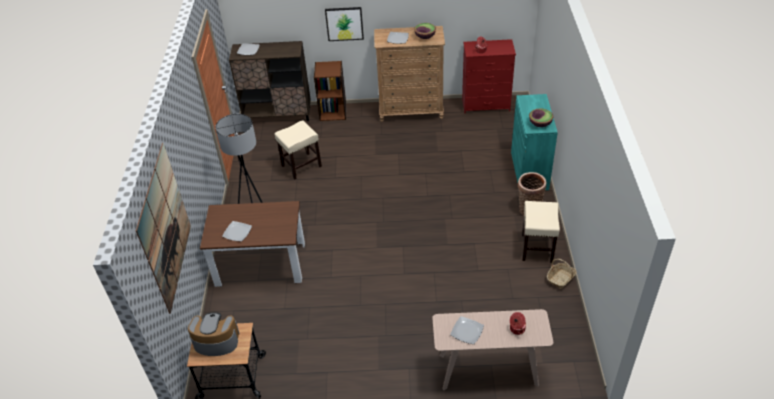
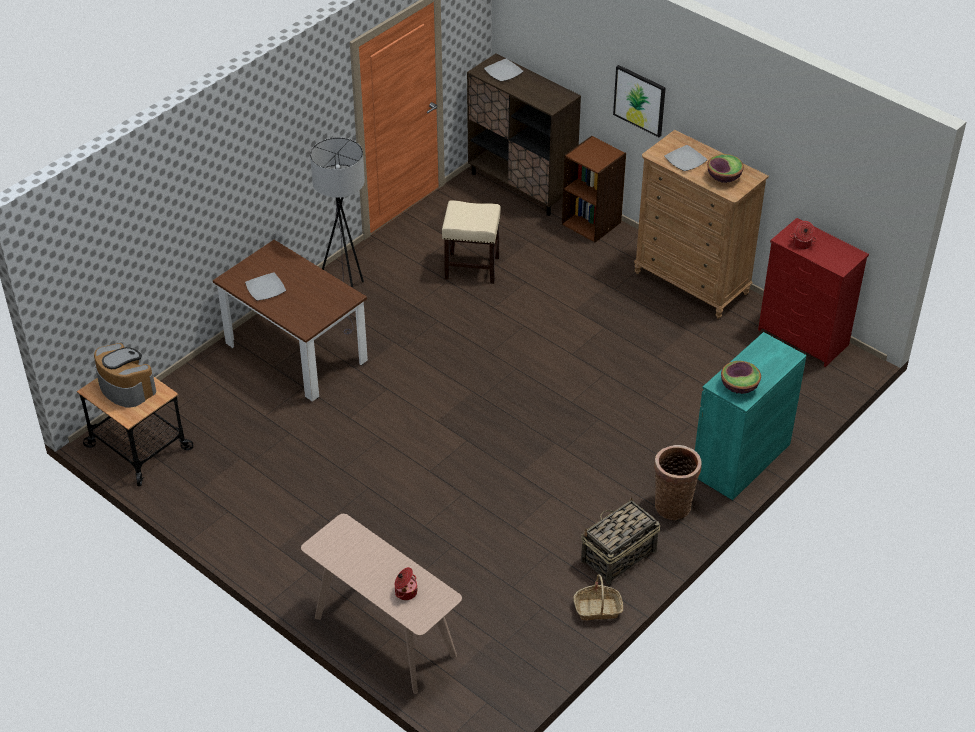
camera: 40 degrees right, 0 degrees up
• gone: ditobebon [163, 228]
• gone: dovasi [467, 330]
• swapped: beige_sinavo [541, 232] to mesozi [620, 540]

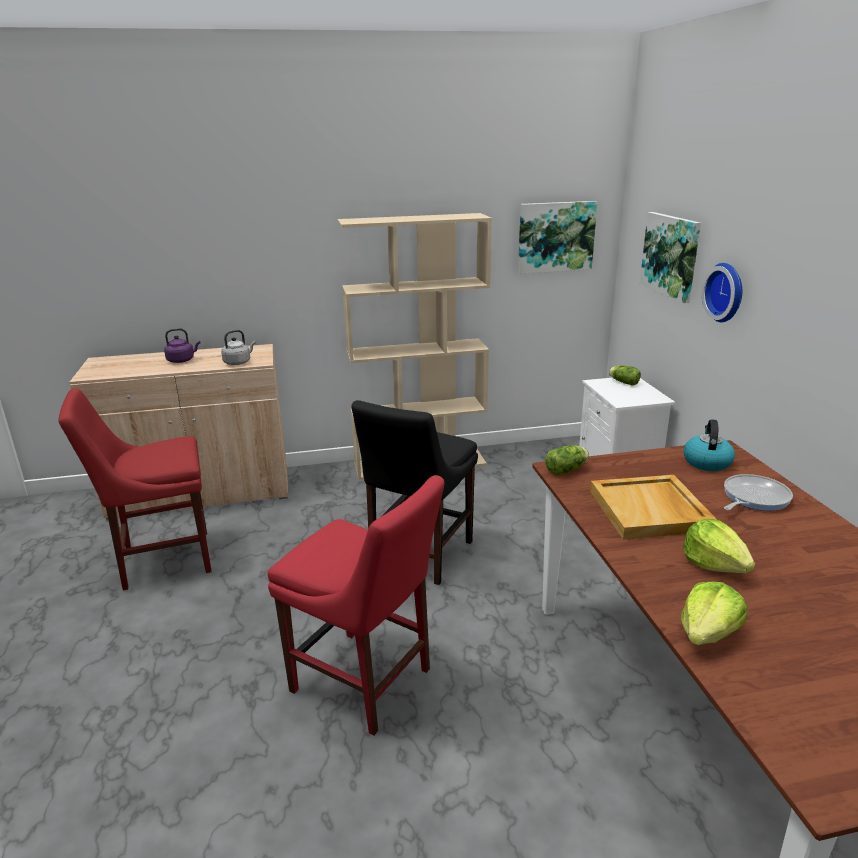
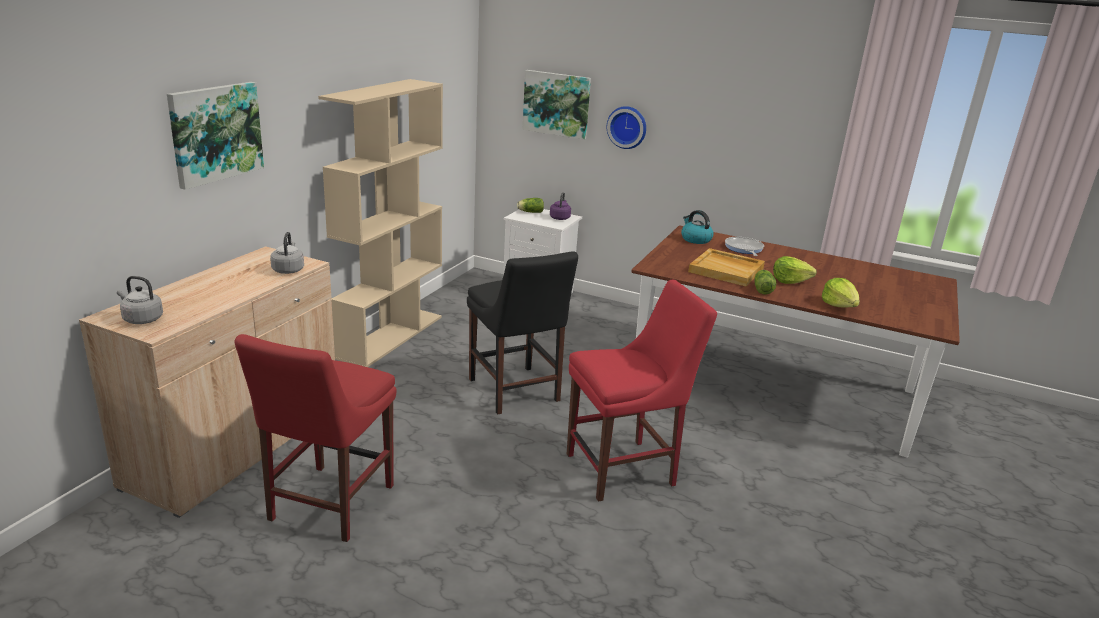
camera: 55 degrees left, 0 degrees up
• new: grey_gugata [140, 300]
• shifted: purple_gugata [182, 345] to [560, 206]
• shifted: ditobebon [557, 237] to [215, 136]
• shifted: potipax [567, 460] to [765, 282]

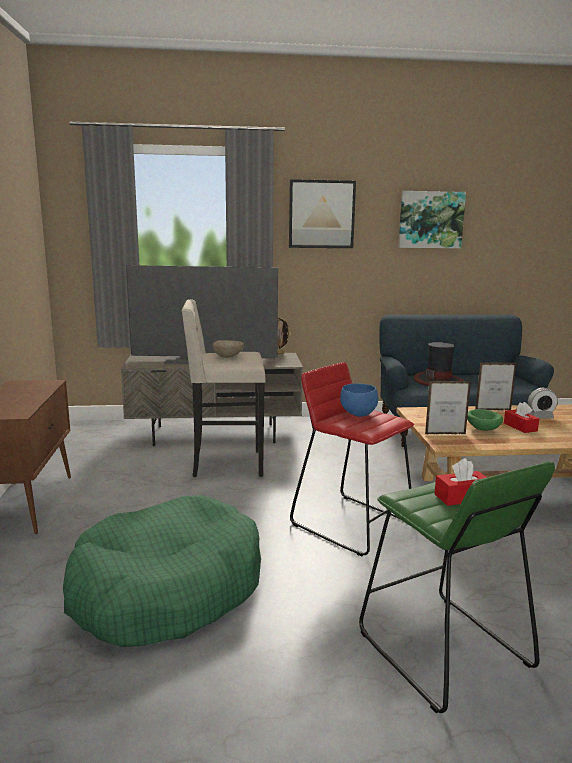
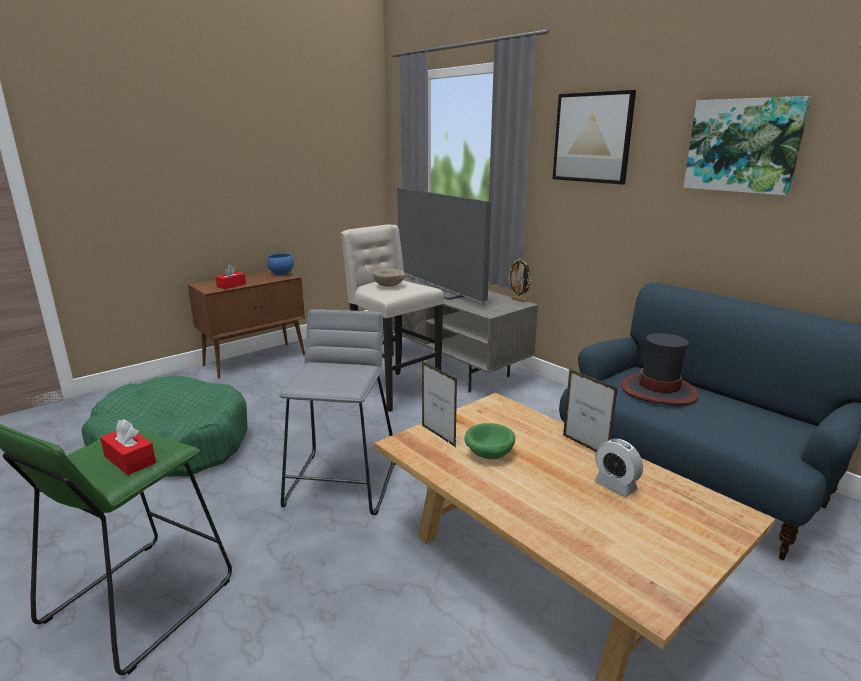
camera: 55 degrees right, 5 degrees up
• shifted: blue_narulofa [359, 400] to [280, 264]
• shifted: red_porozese [521, 417] to [231, 277]
• repainted: red_sinavo [352, 459] to grey_sinavo [337, 412]

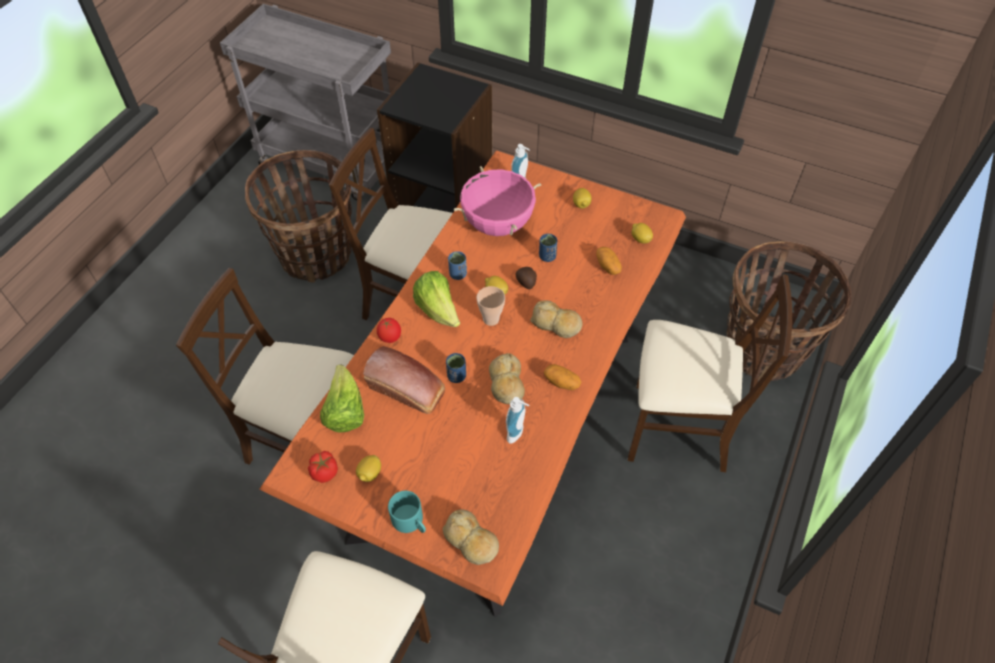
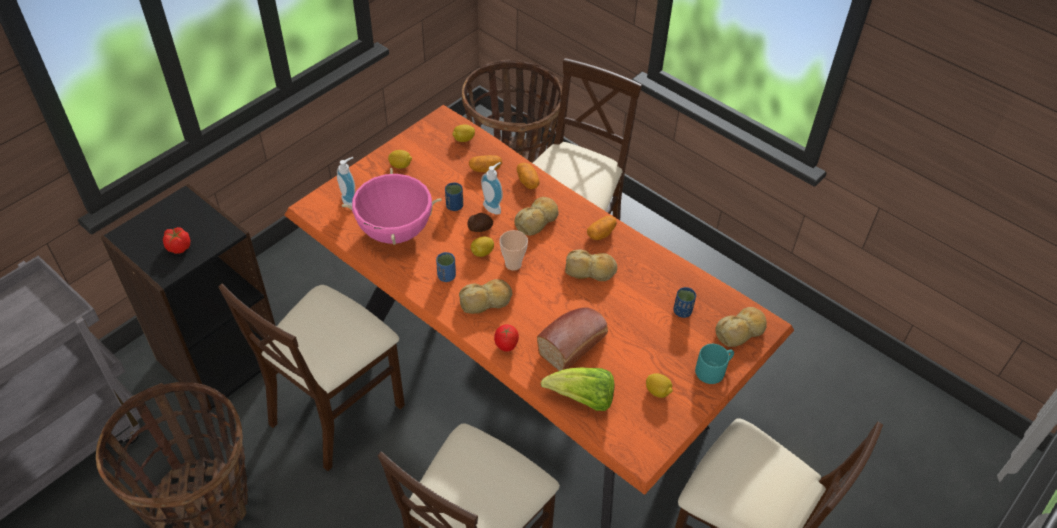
camera: 75 degrees left, 5 degrees down
• new: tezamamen [528, 176]
• shifted: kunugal [323, 467] to [176, 240]
• shifted: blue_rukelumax [456, 368] to [684, 302]
• shifted: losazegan [517, 420] to [492, 188]
• swapped: potipax [436, 299] to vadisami [485, 296]

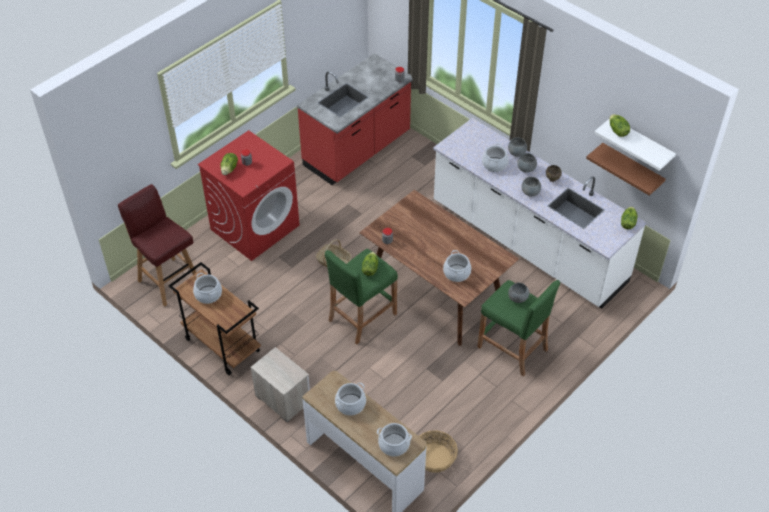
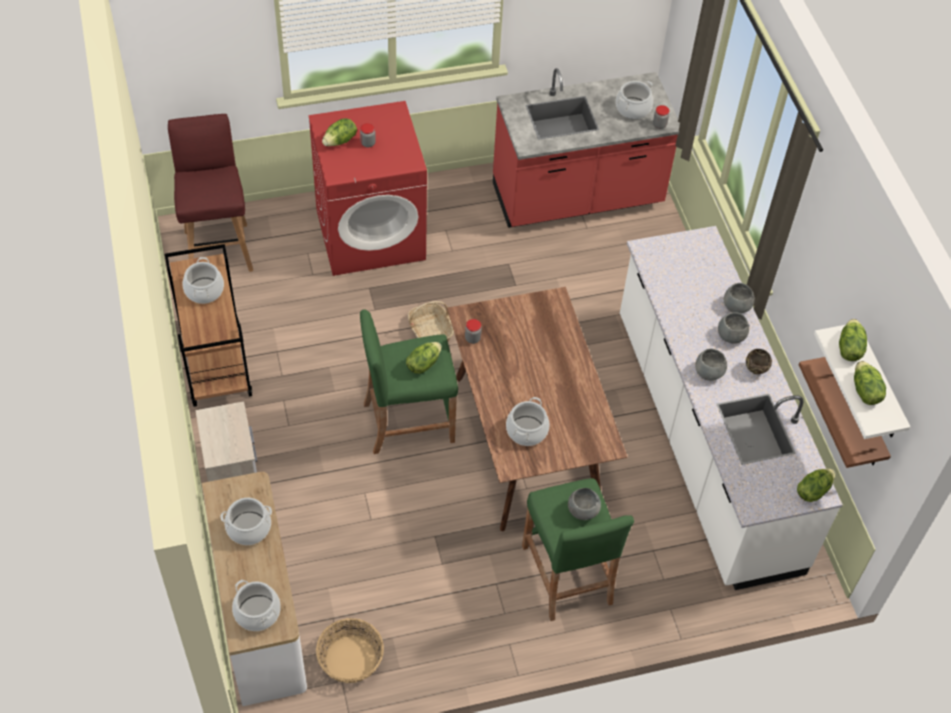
camera: 30 degrees right, 5 degrees up
• new: potipax [870, 383]
• shifted: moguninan [495, 157] to [634, 100]

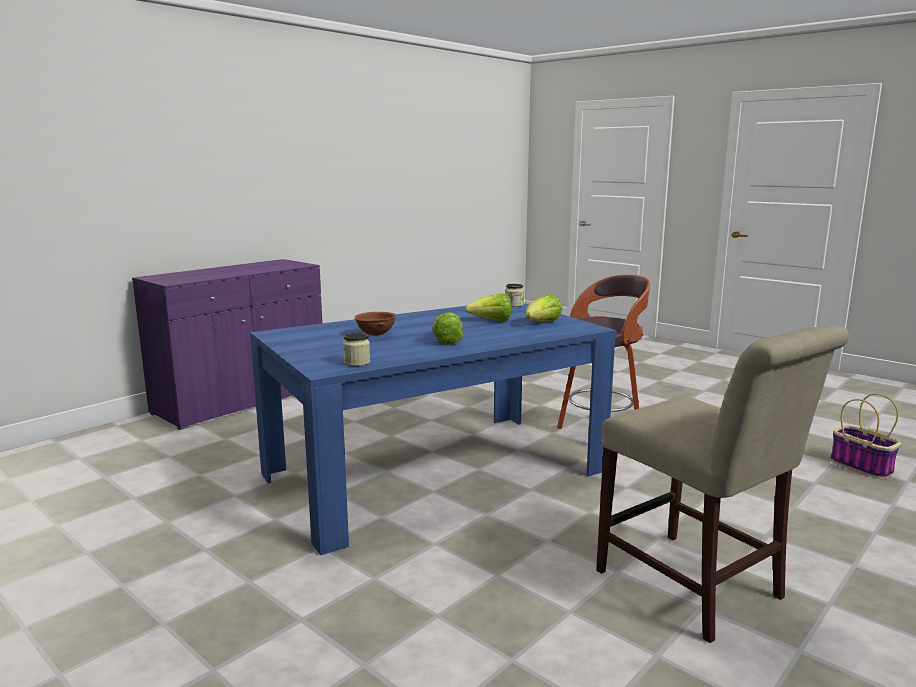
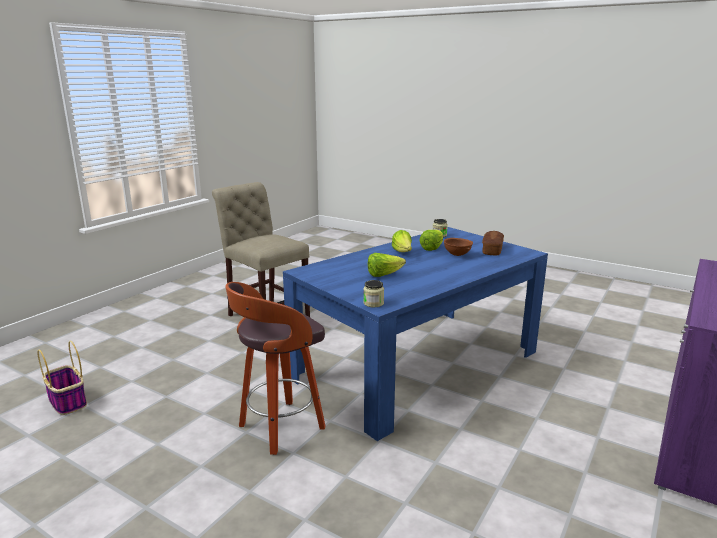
camera: 170 degrees right, 5 degrees up
• new: vadisami [493, 243]
• shifted: potipax [544, 308] to [431, 240]

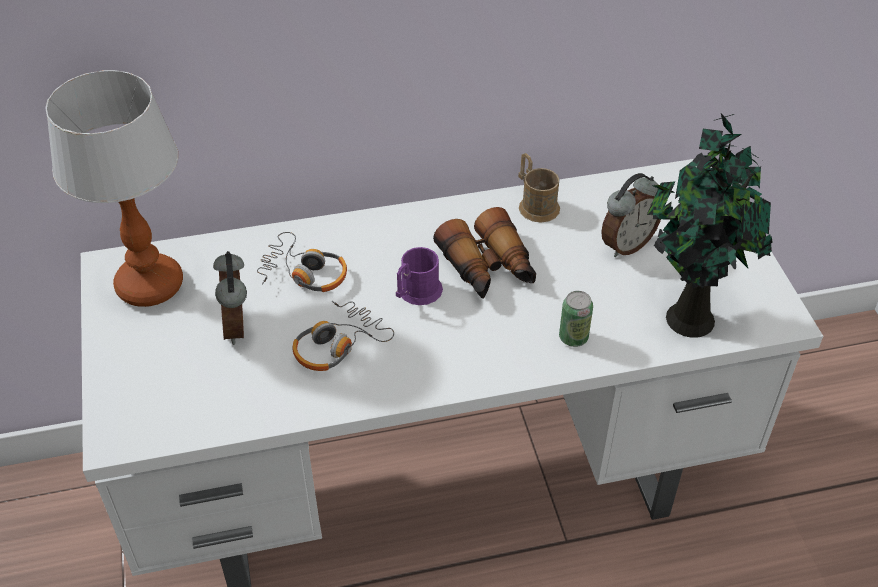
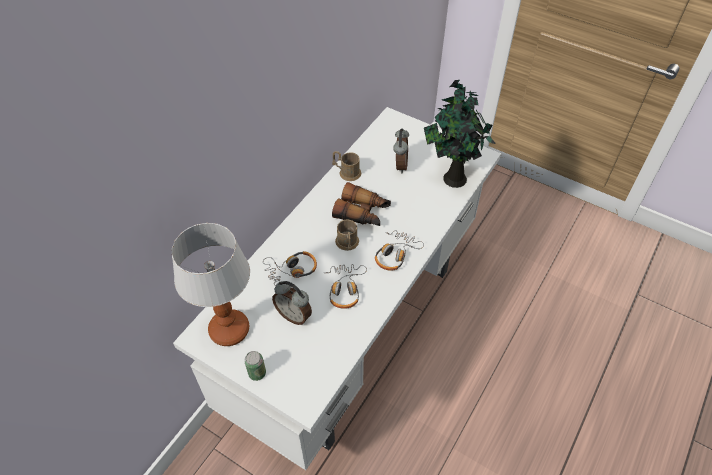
camera: 45 degrees left, 5 degrees up
• new: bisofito [399, 250]
• shifted: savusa [576, 319] to [255, 366]
• repainted: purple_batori [419, 276] to brown_batori [347, 235]

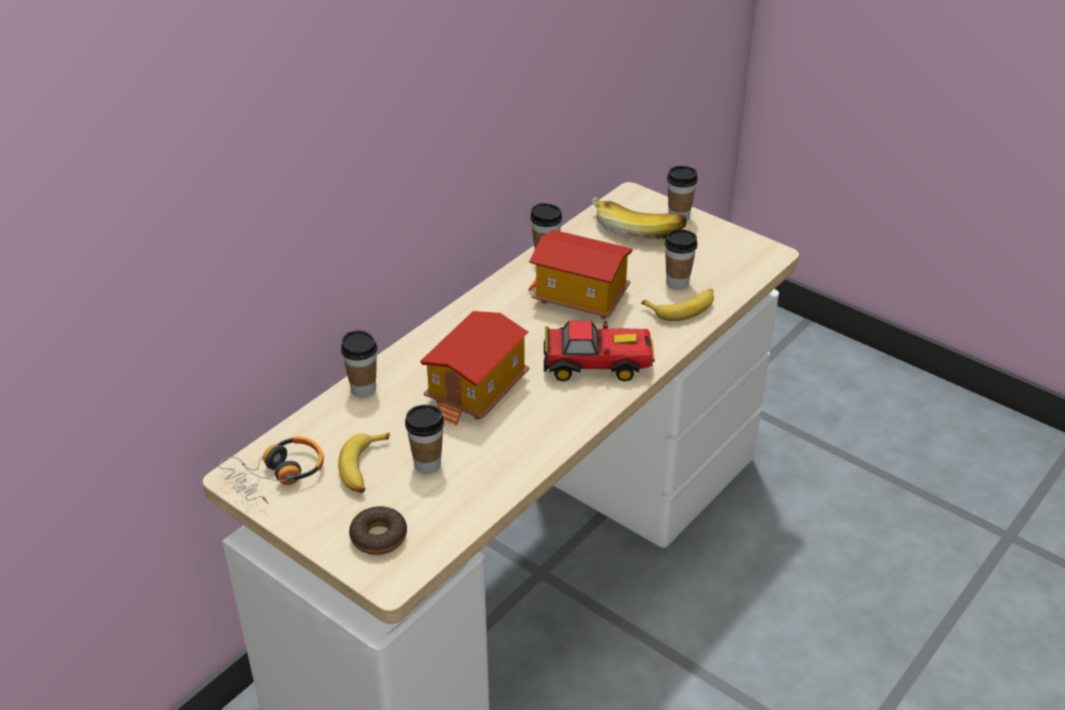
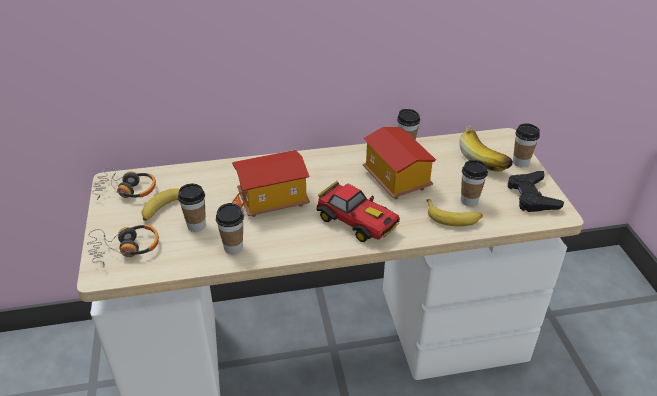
camera: 40 degrees right, 0 degrees up
• new: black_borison [536, 191]
• shifted: rukelumax [359, 363] to [230, 228]
• swapped: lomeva [378, 530] to bisofito [123, 245]

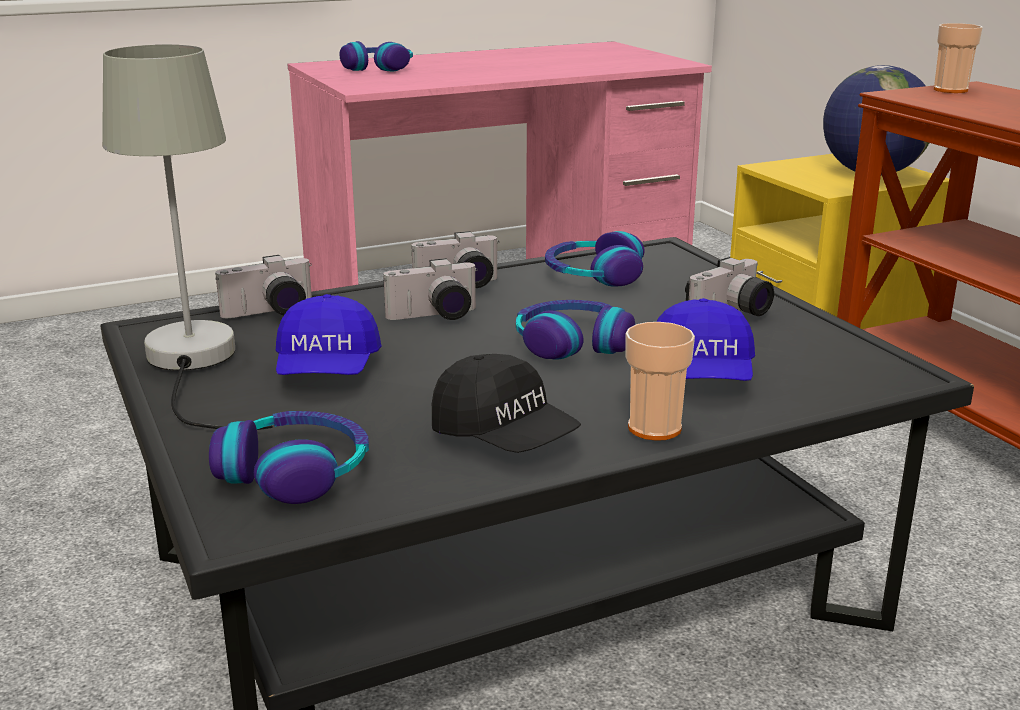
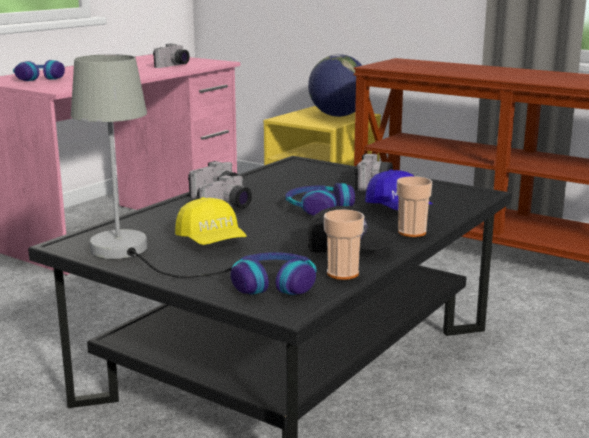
camera: 30 degrees left, 5 degrees down
• gone: bisofito [594, 259]
• shifted: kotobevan [263, 286] to [171, 56]
• shifted: rukelumax [958, 58] to [344, 244]
• repainted: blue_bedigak [328, 334] to yellow_bedigak [211, 221]

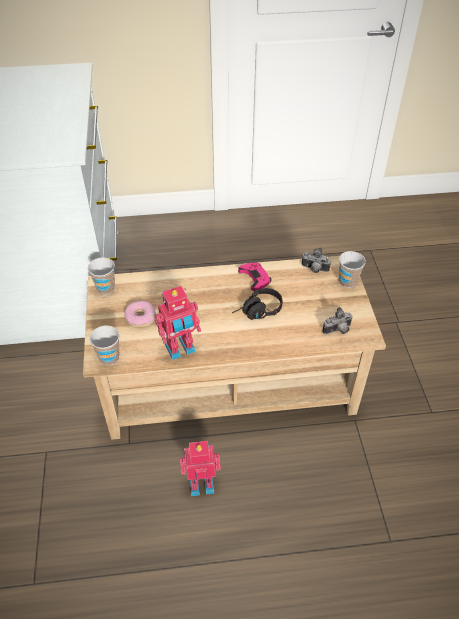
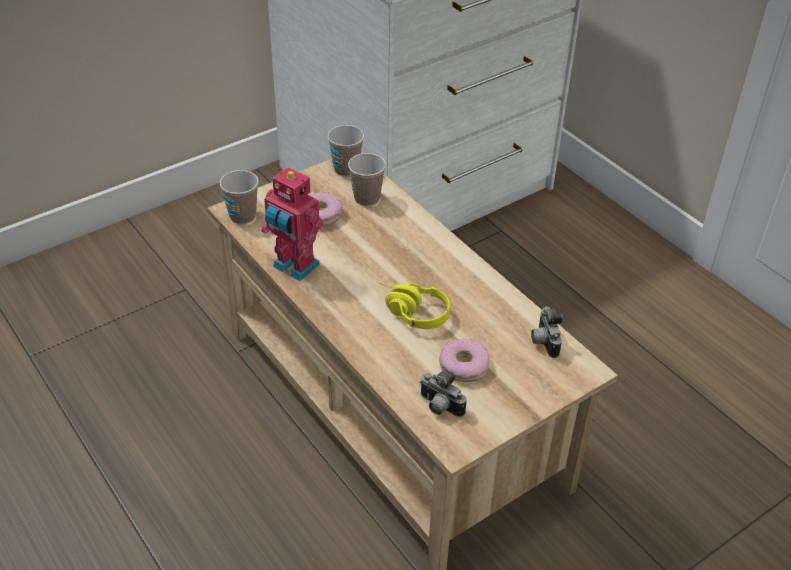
camera: 60 degrees right, 5 degrees down
• gone: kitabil [200, 468]
• gone: pink_borison [254, 277]
• new: lomeva [464, 360]
• shifted: rukelumax [352, 269] to [367, 179]
• repainted: black_bisofito [257, 304] to yellow_bisofito [414, 305]

